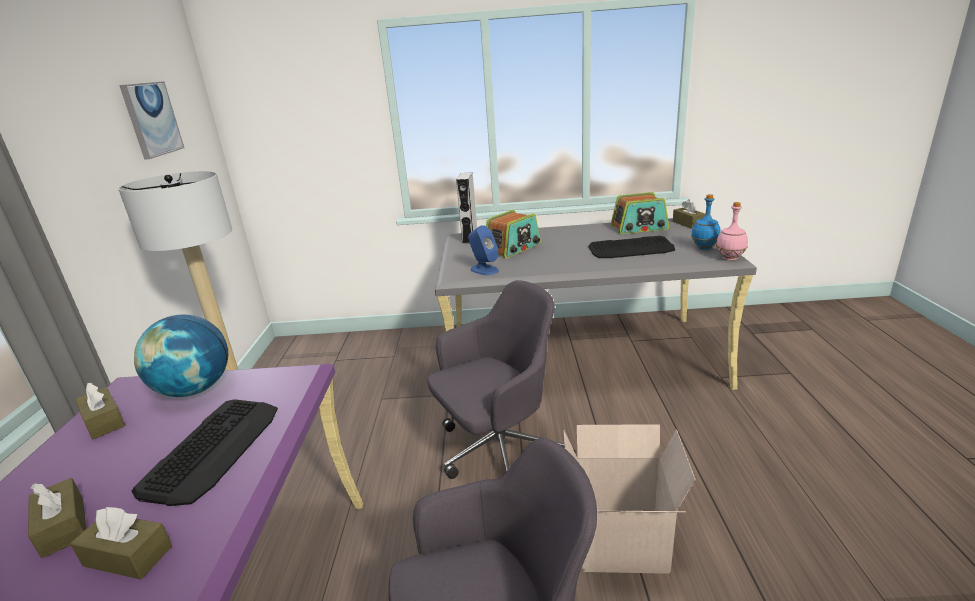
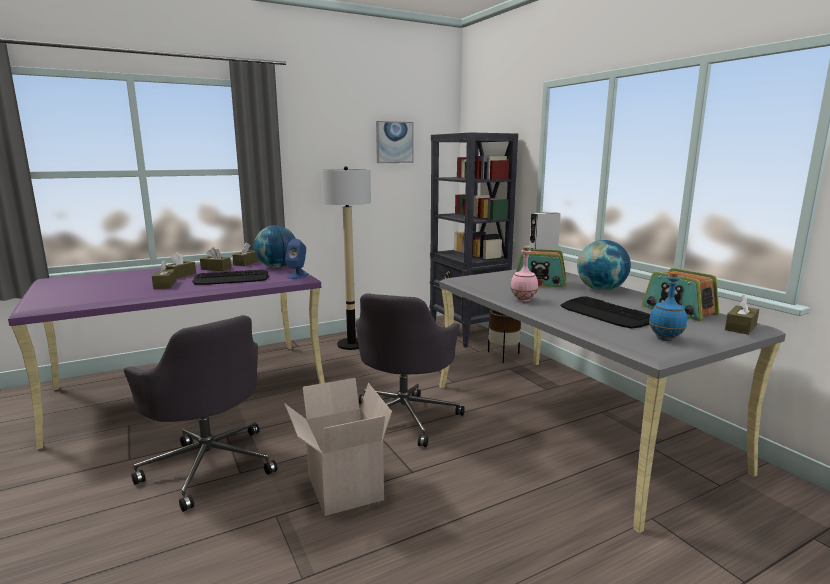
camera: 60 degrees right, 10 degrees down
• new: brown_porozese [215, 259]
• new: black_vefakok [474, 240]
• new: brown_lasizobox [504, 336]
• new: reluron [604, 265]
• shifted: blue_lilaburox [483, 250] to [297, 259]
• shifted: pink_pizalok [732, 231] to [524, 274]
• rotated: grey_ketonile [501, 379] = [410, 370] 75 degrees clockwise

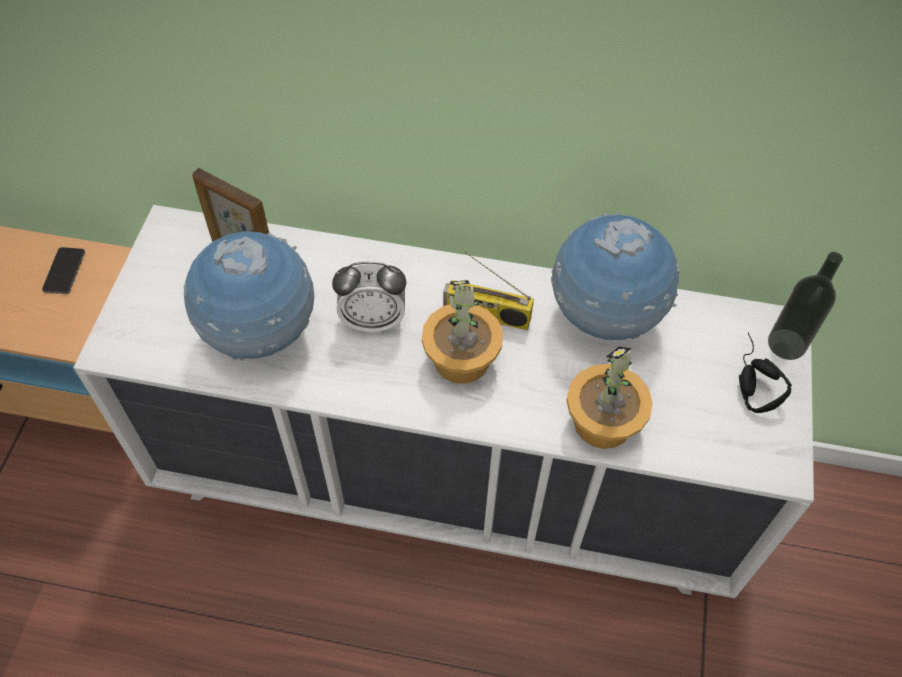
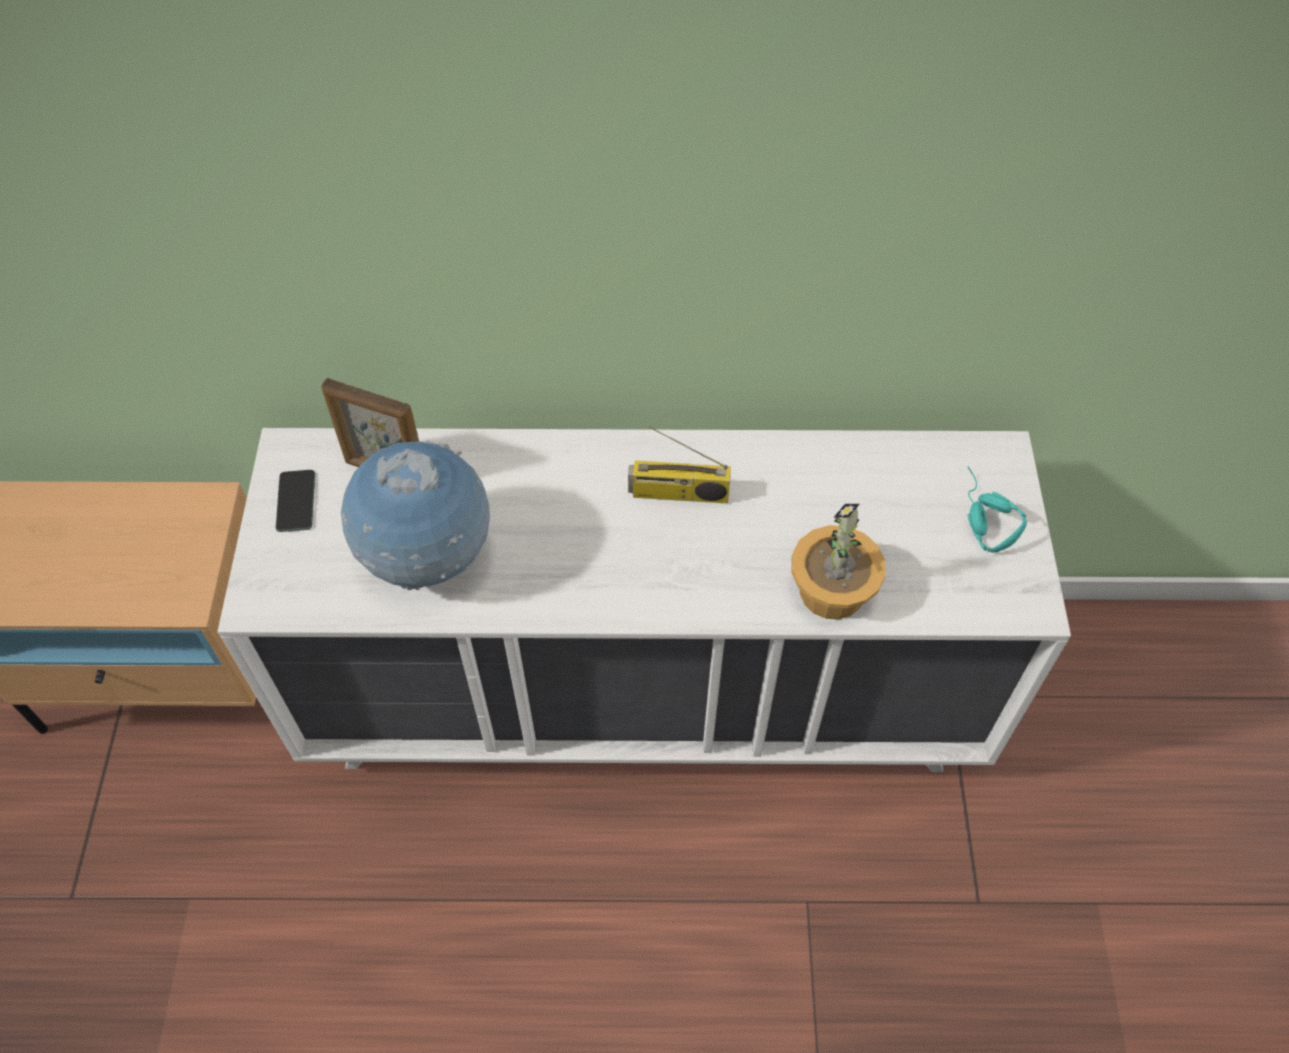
camera: 10 degrees left, 0 degrees up
• gone: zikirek [369, 297]
• gone: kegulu [462, 332]
• gone: reluron [616, 276]
• gone: pizalok [805, 306]
• shifted: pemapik [63, 270] to [295, 501]
• repainted: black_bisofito [765, 373] to turquoise_bisofito [997, 510]

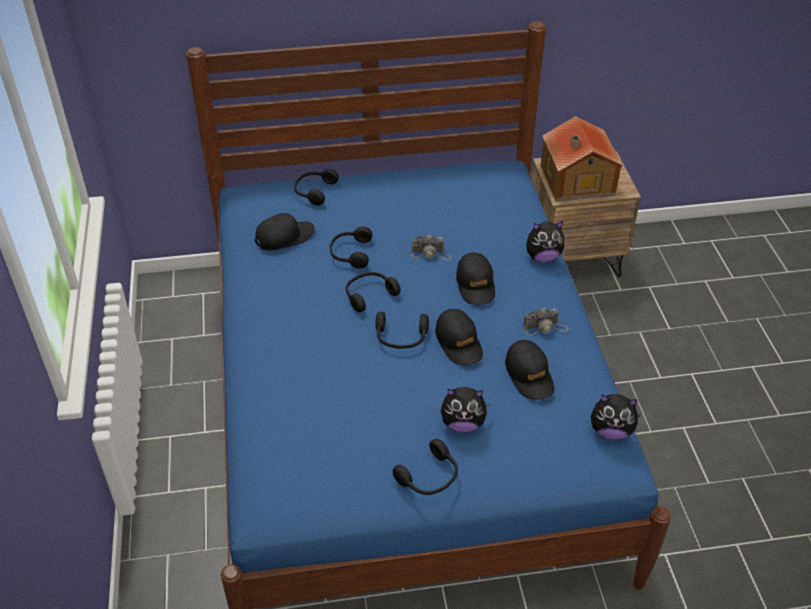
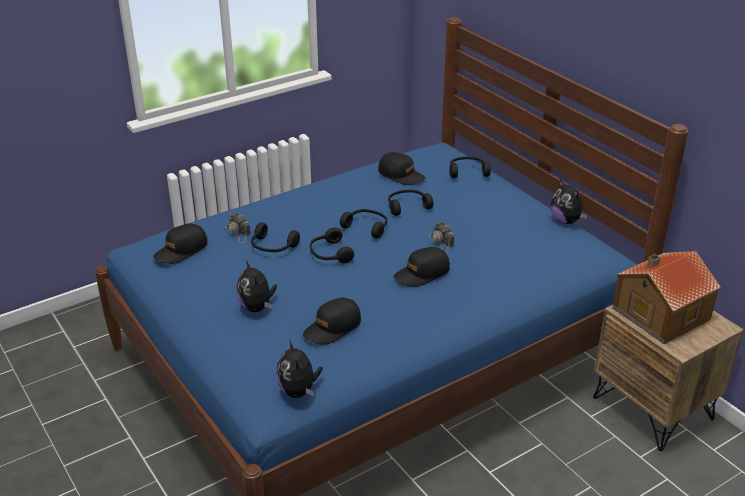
camera: 65 degrees right, 10 degrees down
• shifted: black_bisofito [425, 467] to [275, 237]
• shifted: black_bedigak [459, 337] to [180, 244]
• shifted: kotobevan [546, 321] to [238, 228]
• shifted: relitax [545, 241] to [569, 201]

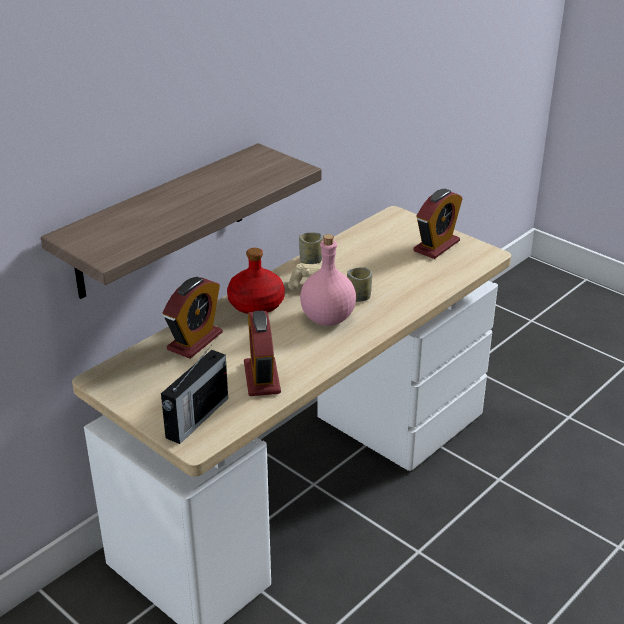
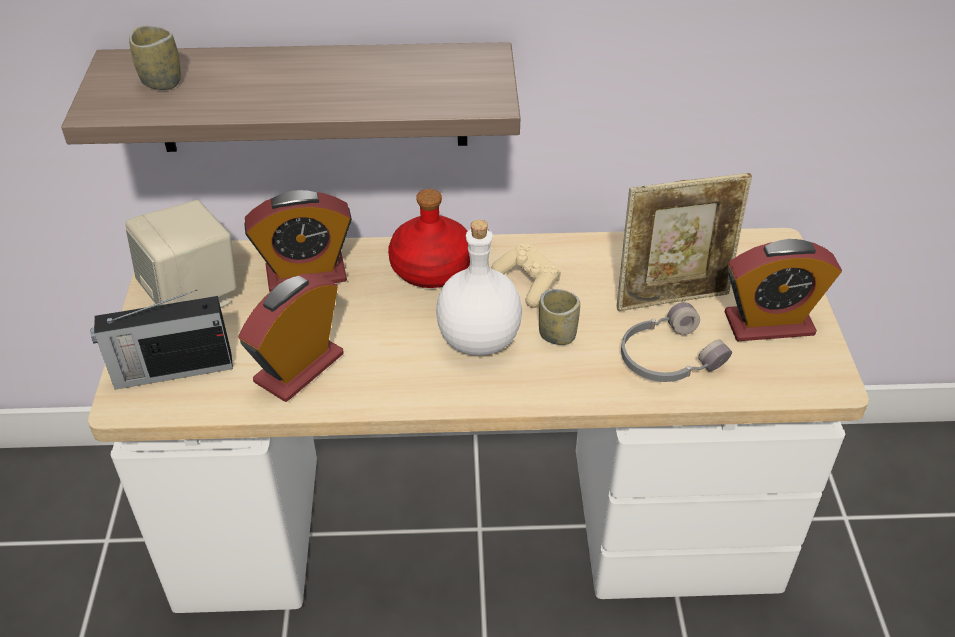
camera: 45 degrees right, 10 degrees up
• new: beige_lilaburox [181, 254]
• new: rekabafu [684, 242]
• new: grey_bisofito [676, 342]
• shifted: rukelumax [311, 248] to [155, 58]
• repainted: pink_pizalok [328, 280] to white_pizalok [479, 288]

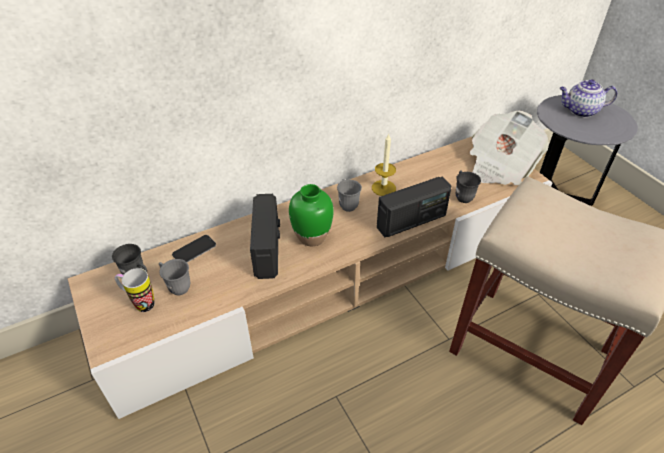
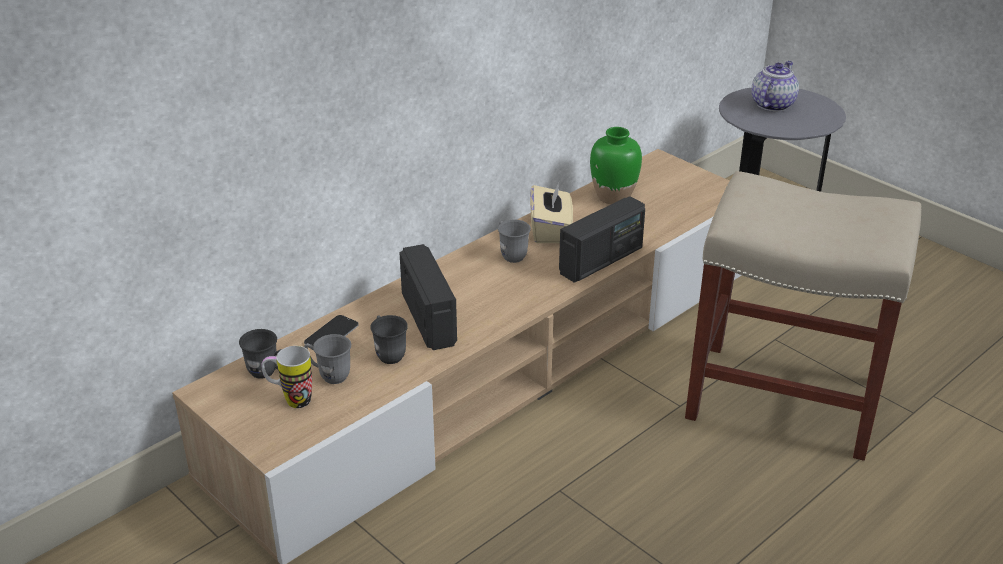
camera: 15 degrees left, 10 degrees down
• gone: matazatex [509, 148]
• shifted: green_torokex [311, 215] to [616, 165]
• shifted: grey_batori [468, 186] to [389, 339]
• swapped: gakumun [384, 164] to beige_porozese [551, 213]
• rotated: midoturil [588, 98] = [775, 86] 135 degrees clockwise

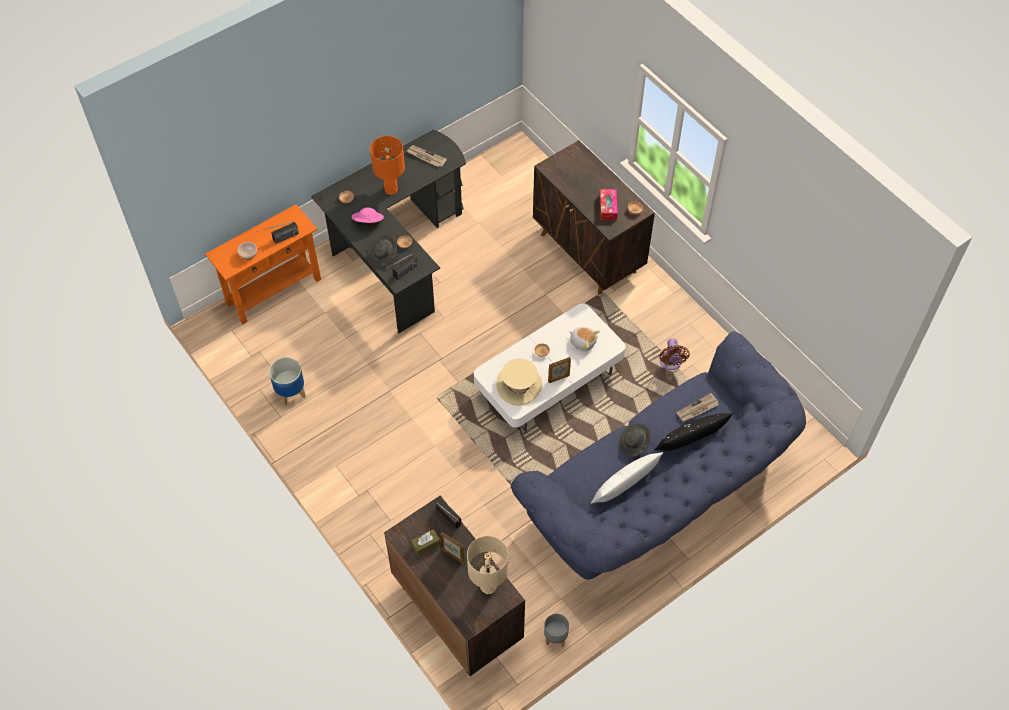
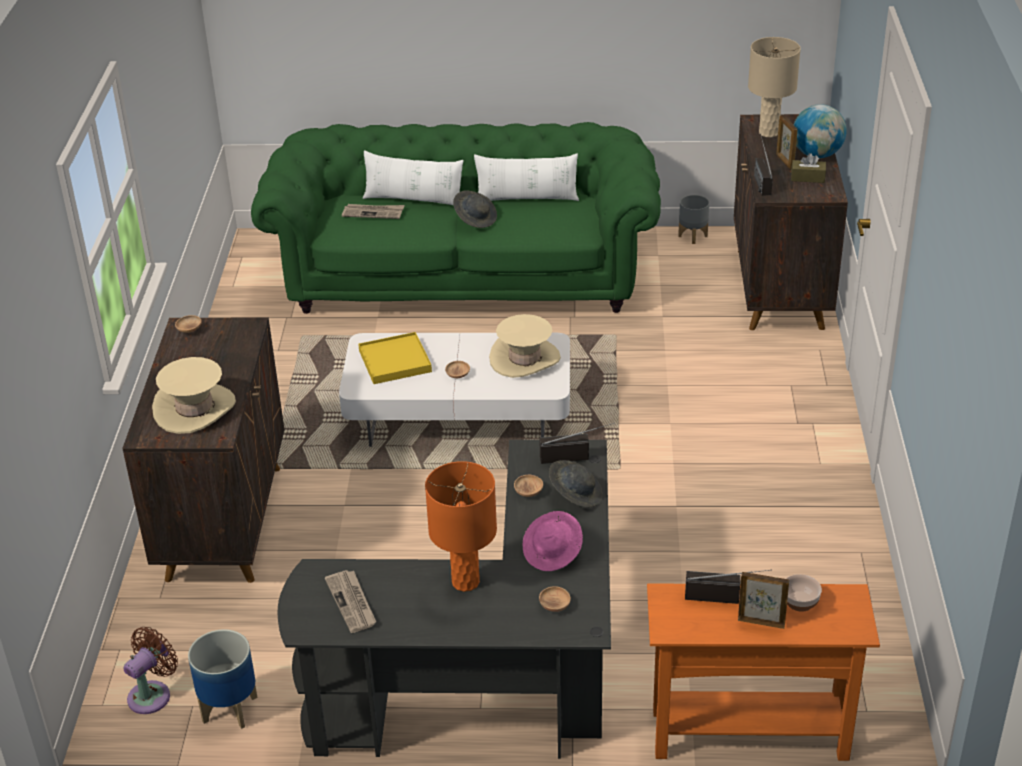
camera: 140 degrees left, 20 degrees down
• gone: porozese [609, 204]
• new: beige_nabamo [194, 395]
• new: reluron [820, 131]
• shifted: lasizobox [287, 381] to [223, 679]
• shifted: rekabafu [559, 370] to [763, 600]
• shifted: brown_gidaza [675, 354] to [151, 670]
• swapped: relitax [584, 339] to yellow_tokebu [395, 358]
• repainted: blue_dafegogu [658, 455] to green_dafegogu [456, 218]
• repainted: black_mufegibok [693, 432] to white_mufegibok [413, 177]

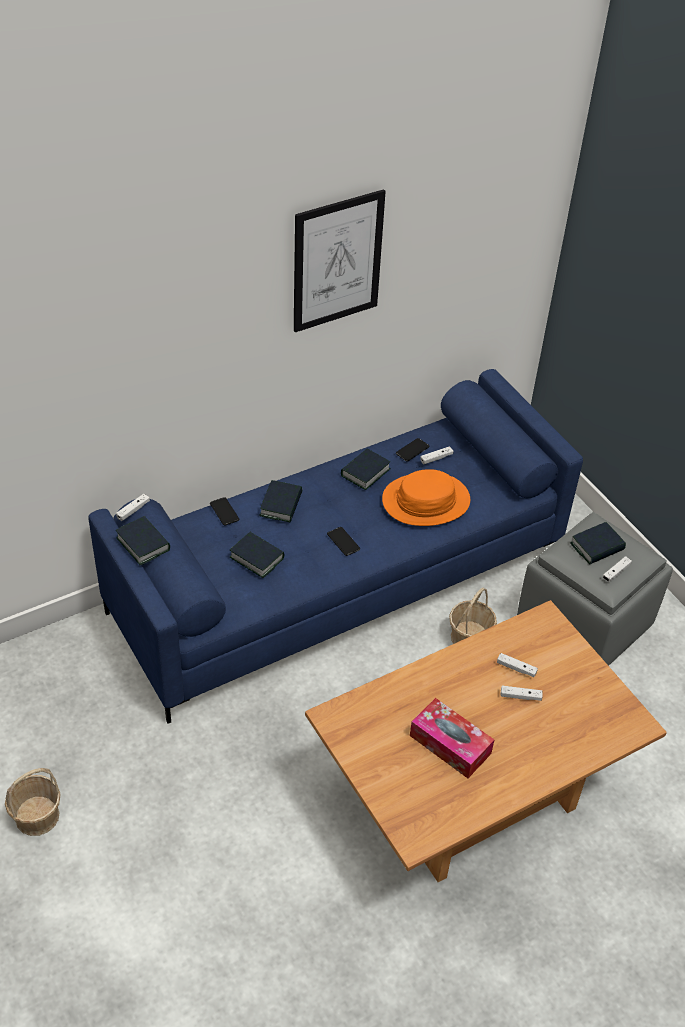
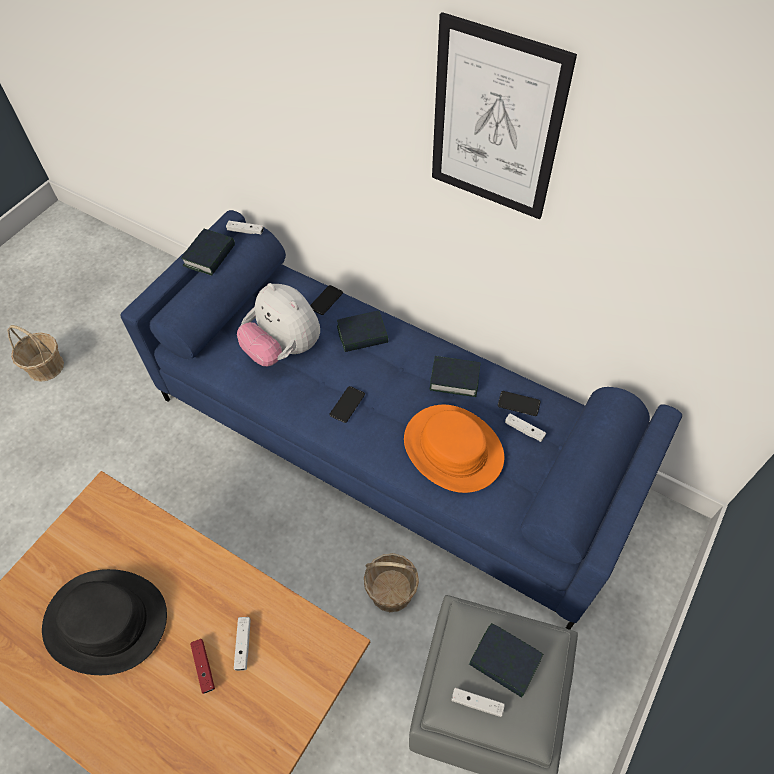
camera: 65 degrees right, 10 degrees up
• swapped: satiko [257, 555] to relitax [278, 324]
• swapped: porozese [452, 738] to black_nabamo [104, 622]
• repainted: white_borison [522, 693] to red_borison [202, 666]

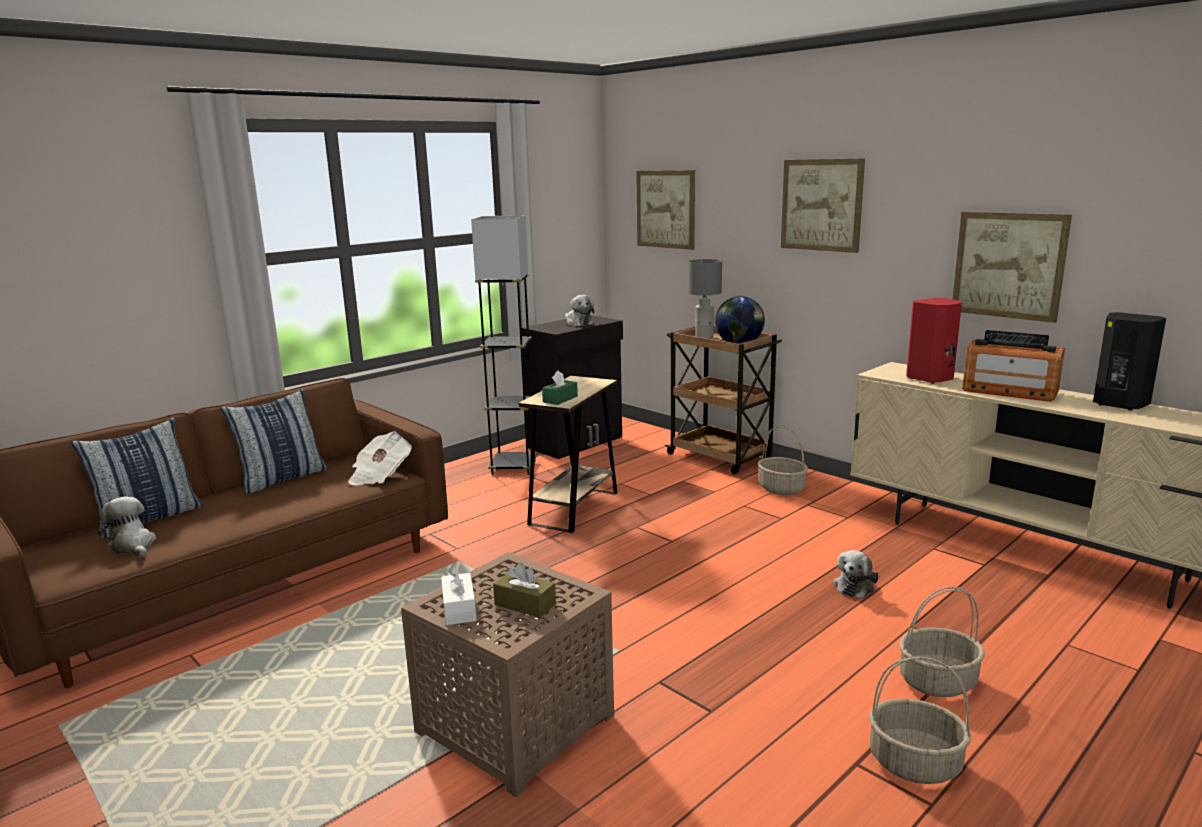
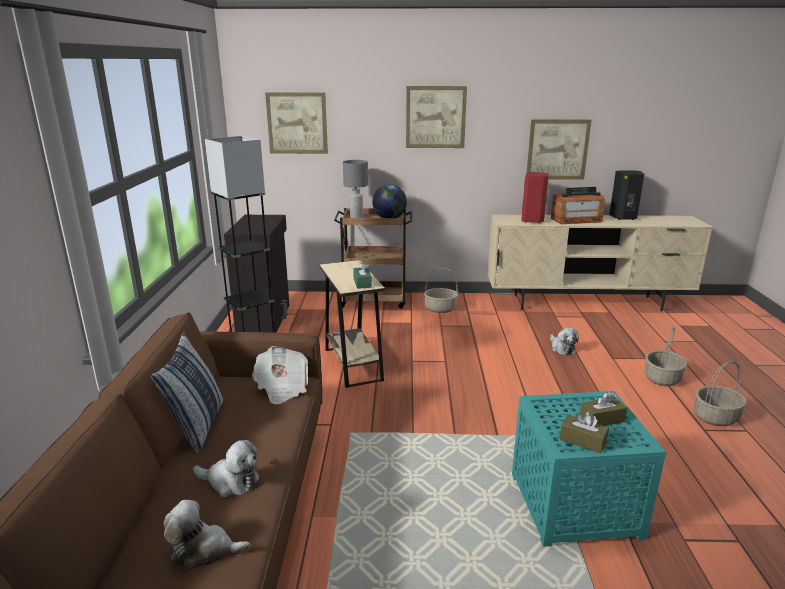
camera: 45 degrees left, 5 degrees up
• gone: mufegibok [136, 478]
• shifted: relitax [580, 310] to [226, 469]
• repainted: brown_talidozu [507, 674] to turquoise_talidozu [589, 469]
• repainted: white_porozese [458, 595] to brown_porozese [584, 432]

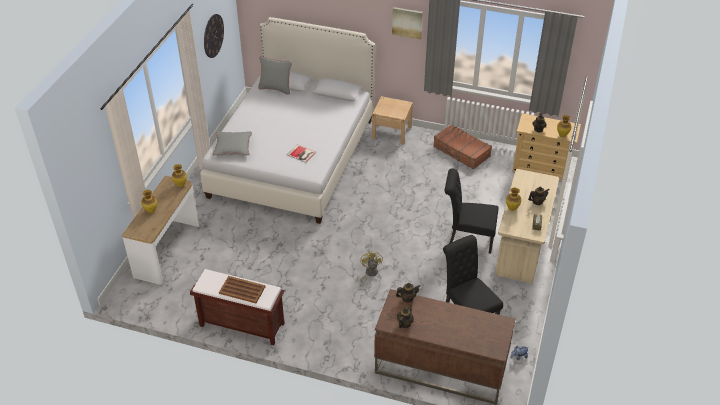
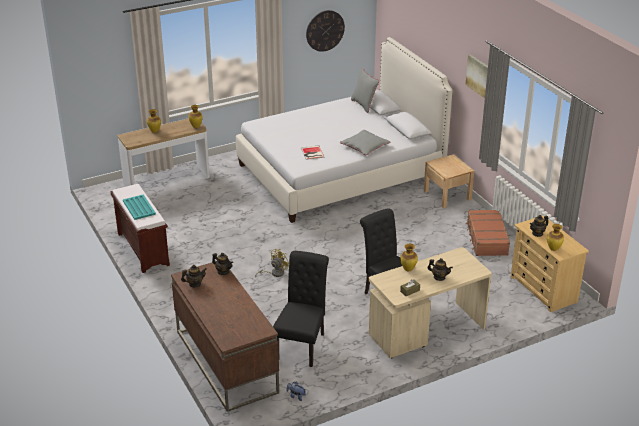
camera: 45 degrees right, 10 degrees down
• shifted: grey_mufegibok [232, 143] to [365, 142]
• repainted: brown_tokebu [242, 289] to turquoise_tokebu [139, 207]

